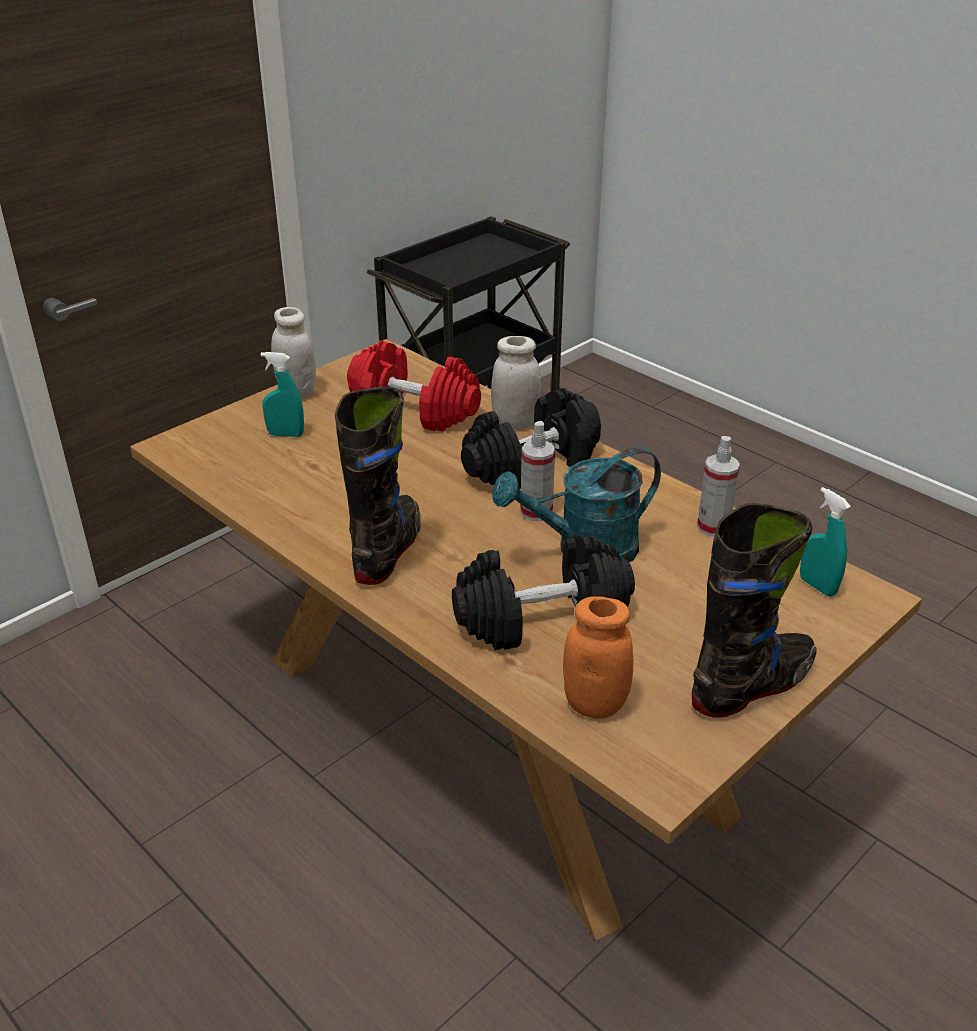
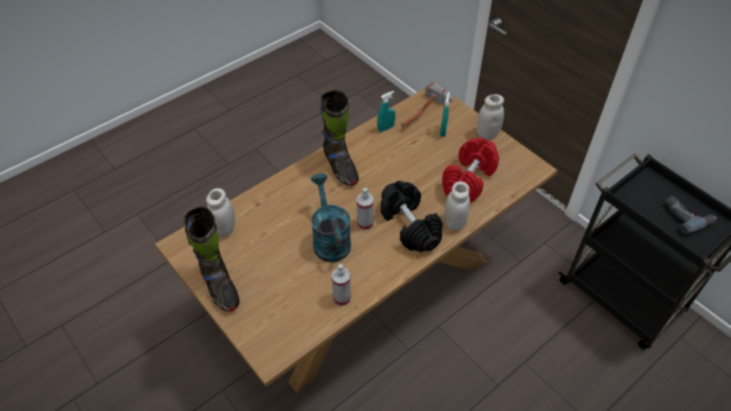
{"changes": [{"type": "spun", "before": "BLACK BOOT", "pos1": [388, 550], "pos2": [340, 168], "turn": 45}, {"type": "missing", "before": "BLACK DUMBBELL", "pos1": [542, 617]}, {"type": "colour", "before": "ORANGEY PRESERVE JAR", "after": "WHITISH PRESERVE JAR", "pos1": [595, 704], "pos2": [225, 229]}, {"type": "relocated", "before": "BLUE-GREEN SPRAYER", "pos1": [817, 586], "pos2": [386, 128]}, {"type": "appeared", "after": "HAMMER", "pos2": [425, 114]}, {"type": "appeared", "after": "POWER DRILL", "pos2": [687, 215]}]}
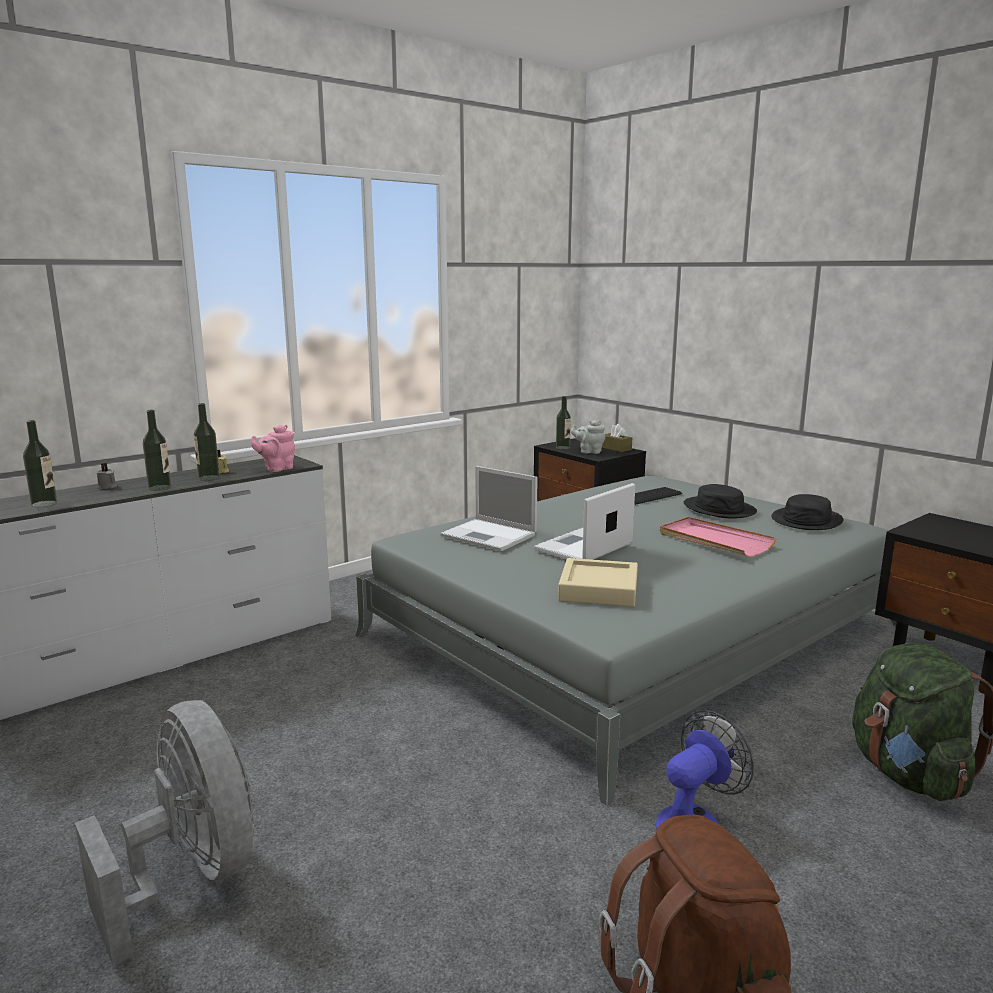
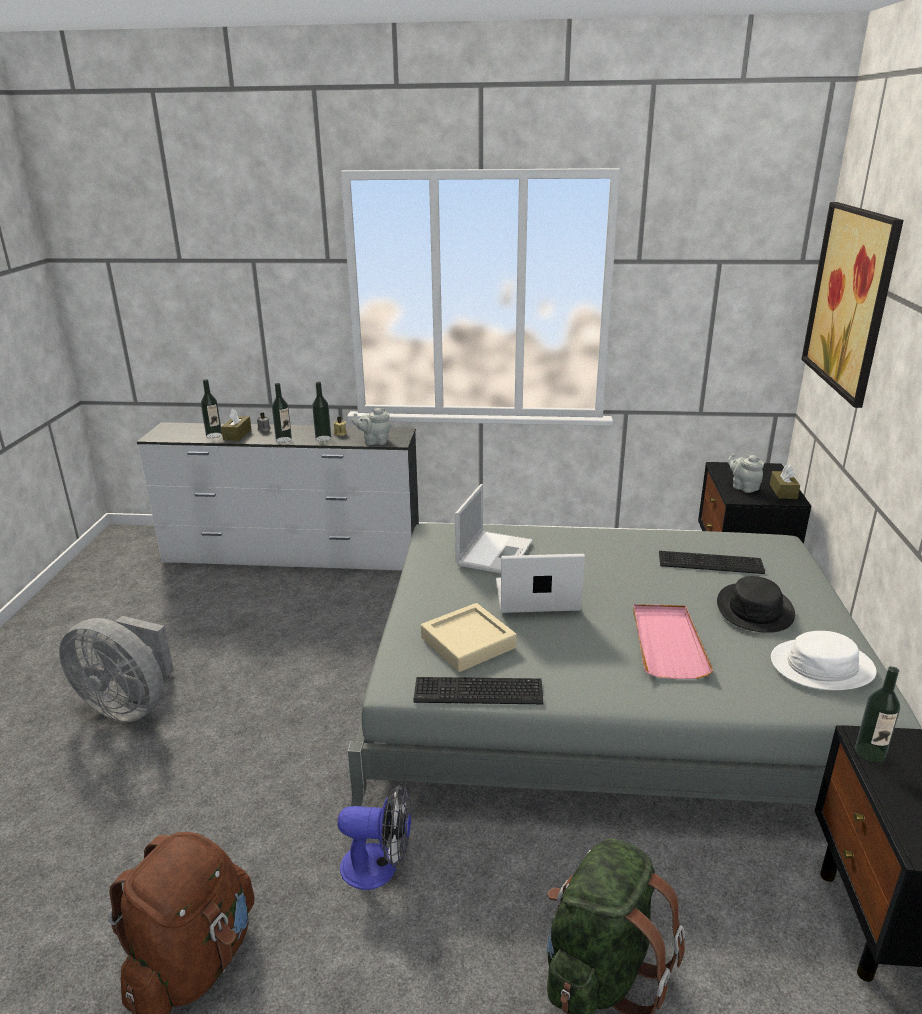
{"changes": [{"type": "spun", "before": "GREYISH FAN", "pos1": [191, 875], "pos2": [129, 705], "turn": 105}, {"type": "colour", "before": "PINK-COLOURED POT FOR TEA", "after": "GREYISH POT FOR TEA", "pos1": [277, 469], "pos2": [374, 442]}, {"type": "spun", "before": "LAPTOP", "pos1": [490, 536], "pos2": [495, 552], "turn": -150}, {"type": "relocated", "before": "BOTTLE", "pos1": [562, 447], "pos2": [870, 753]}, {"type": "colour", "before": "BLACK HAT", "after": "WHITISH HAT", "pos1": [806, 520], "pos2": [821, 666]}, {"type": "appeared", "after": "BROWNISH BOX OF TISSUES", "pos2": [237, 434]}, {"type": "appeared", "after": "PC KEYBOARD", "pos2": [480, 692]}, {"type": "appeared", "after": "WALL ART", "pos2": [850, 299]}]}
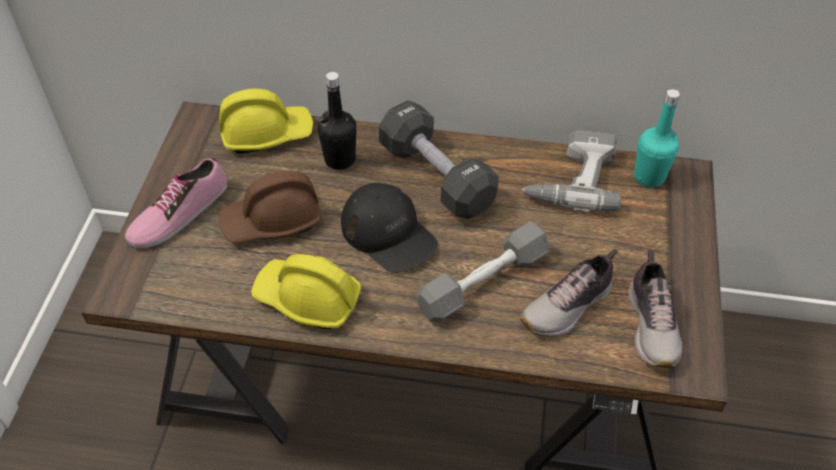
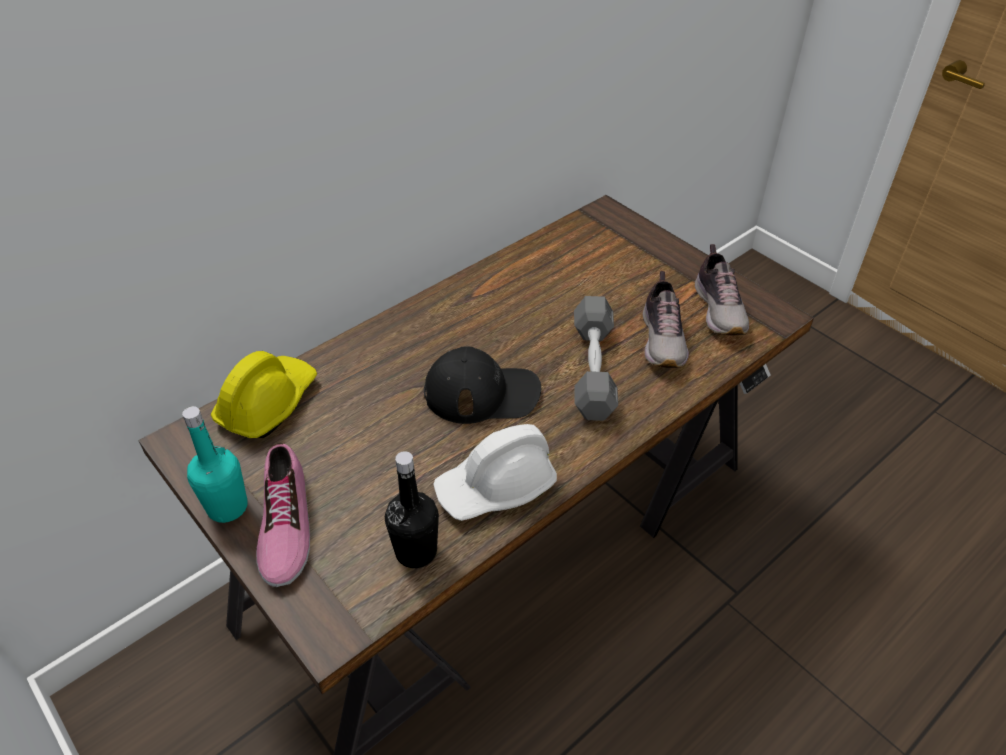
{"changes": [{"type": "missing", "before": "BROWNISH HARD HAT", "pos1": [272, 221]}, {"type": "colour", "before": "YELLOWISH HARD HAT", "after": "WHITISH HARD HAT", "pos1": [307, 299], "pos2": [496, 487]}, {"type": "relocated", "before": "BLACK BOTTLE", "pos1": [340, 159], "pos2": [416, 551]}, {"type": "missing", "before": "BLACK DUMBBELL", "pos1": [436, 176]}, {"type": "missing", "before": "POWER DRILL", "pos1": [571, 179]}, {"type": "spun", "before": "SHOE", "pos1": [653, 325], "pos2": [720, 309], "turn": 45}, {"type": "relocated", "before": "BLUE-GREEN BOTTLE", "pos1": [649, 176], "pos2": [227, 507]}]}
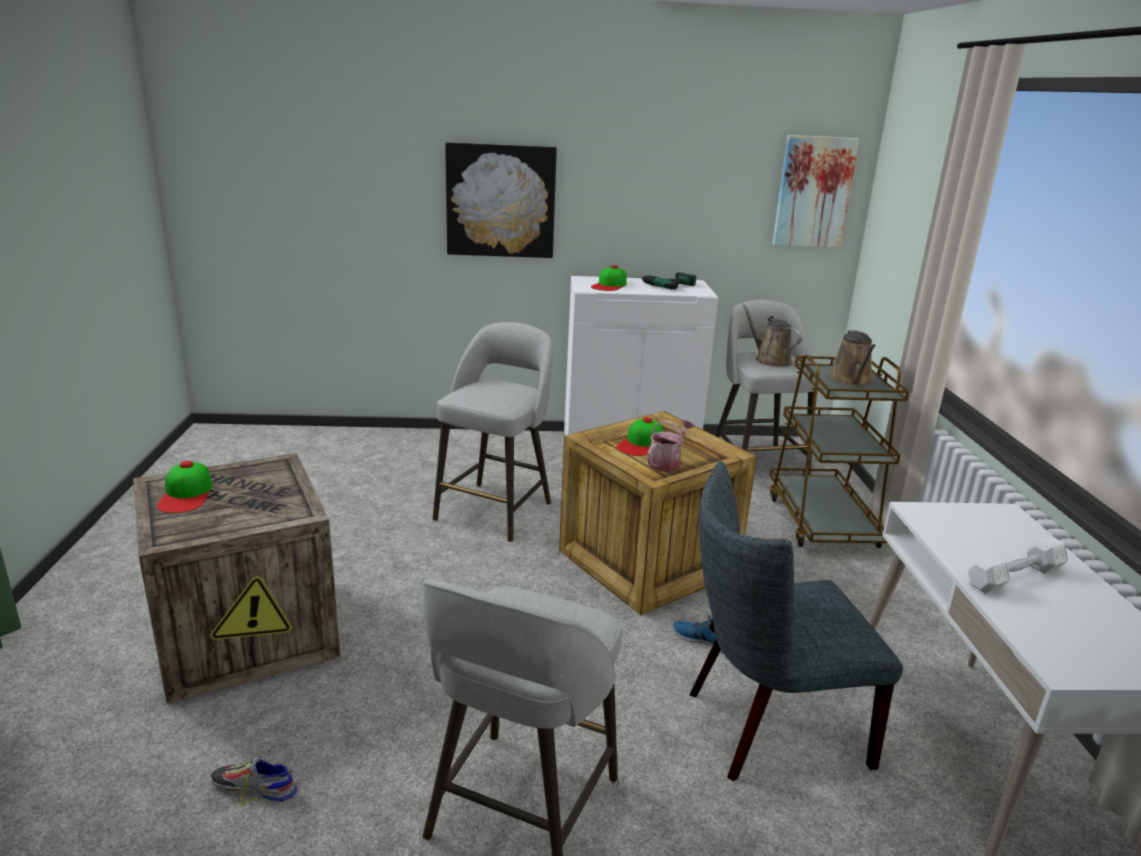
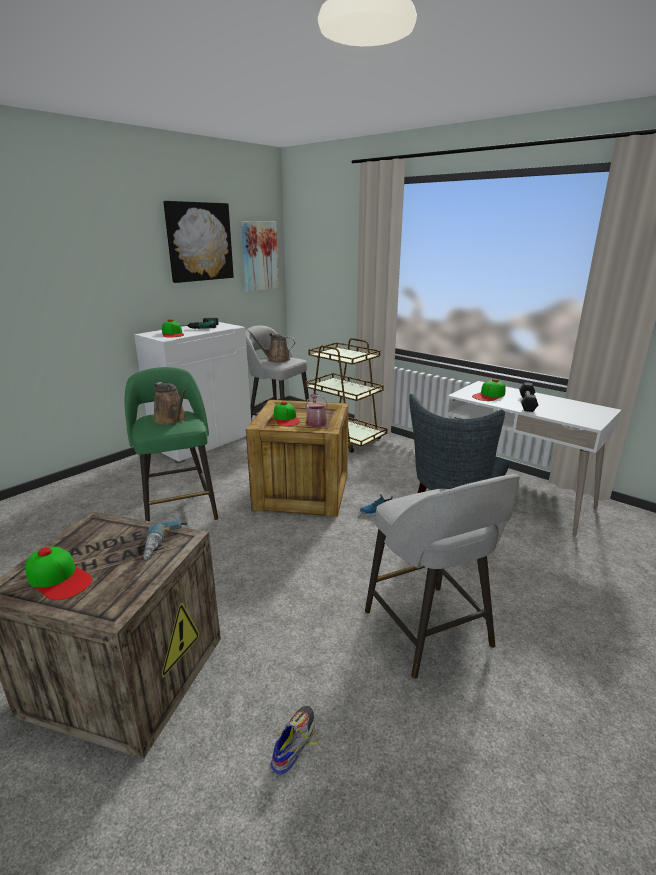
{"changes": [{"type": "spun", "before": "SHOE", "pos1": [254, 787], "pos2": [294, 741], "turn": 150}, {"type": "colour", "before": "GREYISH STOOL", "after": "GREEN-COLOURED STOOL", "pos1": [495, 509], "pos2": [179, 508]}, {"type": "relocated", "before": "WALL ART", "pos1": [500, 201], "pos2": [199, 242]}, {"type": "relocated", "before": "BROWNISH WATERING POT", "pos1": [851, 380], "pos2": [171, 420]}, {"type": "colour", "before": "WHITISH DUMBBELL", "after": "BLACK DUMBBELL", "pos1": [1014, 577], "pos2": [527, 403]}, {"type": "appeared", "after": "POWER DRILL", "pos2": [165, 545]}, {"type": "appeared", "after": "BASEBALL CAP", "pos2": [489, 395]}]}
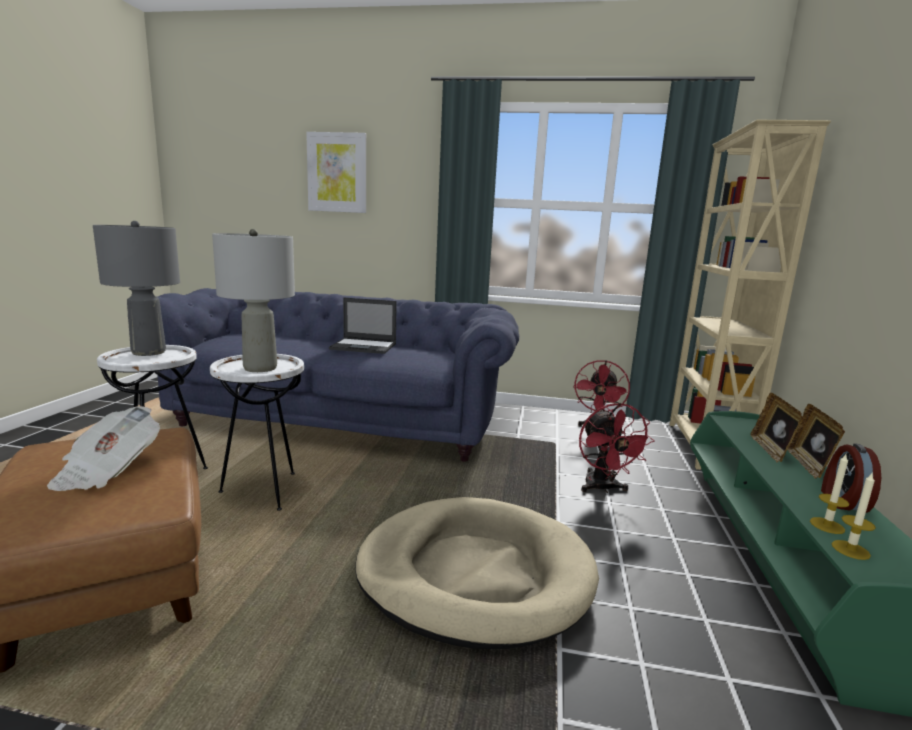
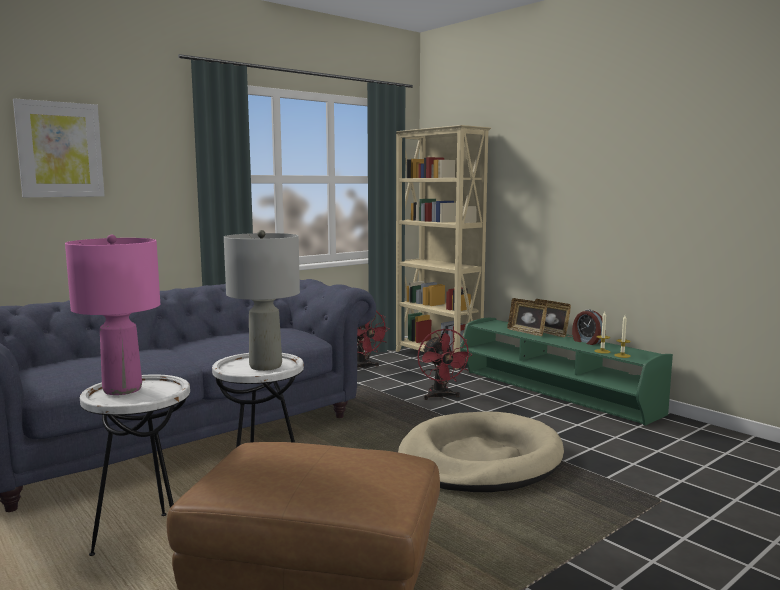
{"changes": [{"type": "missing", "before": "DAILY PAPER", "pos1": [107, 472]}, {"type": "colour", "before": "GREYISH TABLETOP LAMP", "after": "PINK-COLOURED TABLETOP LAMP", "pos1": [148, 352], "pos2": [122, 390]}, {"type": "missing", "before": "LAPTOP", "pos1": [364, 346]}, {"type": "spun", "before": "RED FAN", "pos1": [603, 488], "pos2": [441, 397], "turn": 45}]}
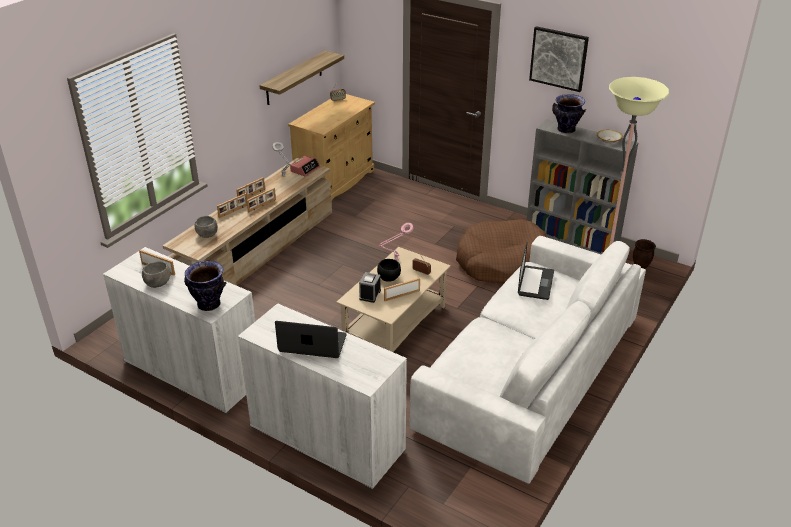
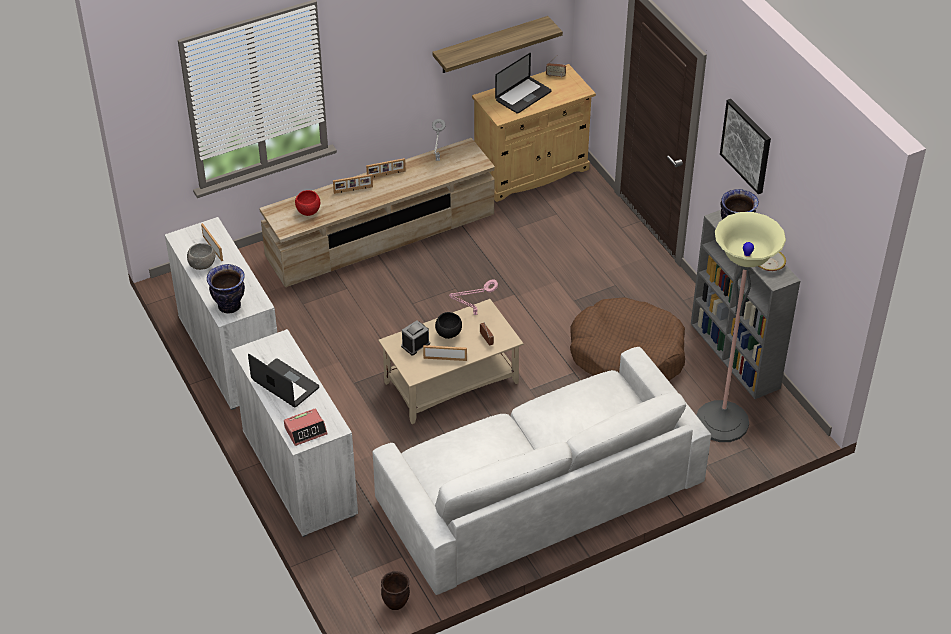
{"changes": [{"type": "colour", "before": "GREYISH SERVING BOWL", "after": "RED SERVING BOWL", "pos1": [207, 235], "pos2": [308, 211]}, {"type": "missing", "before": "STANDING FRAME", "pos1": [262, 206]}, {"type": "relocated", "before": "ALARM CLOCK", "pos1": [305, 169], "pos2": [306, 430]}, {"type": "relocated", "before": "LAPTOP", "pos1": [535, 283], "pos2": [523, 96]}, {"type": "relocated", "before": "BROWNISH PLANT POT", "pos1": [641, 266], "pos2": [396, 604]}]}
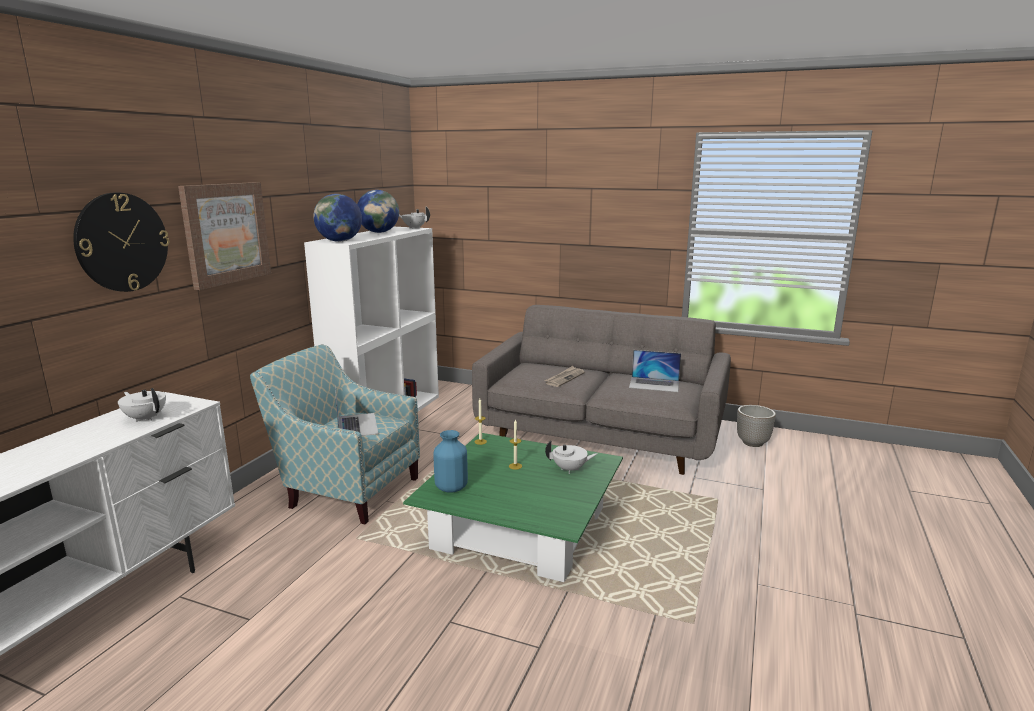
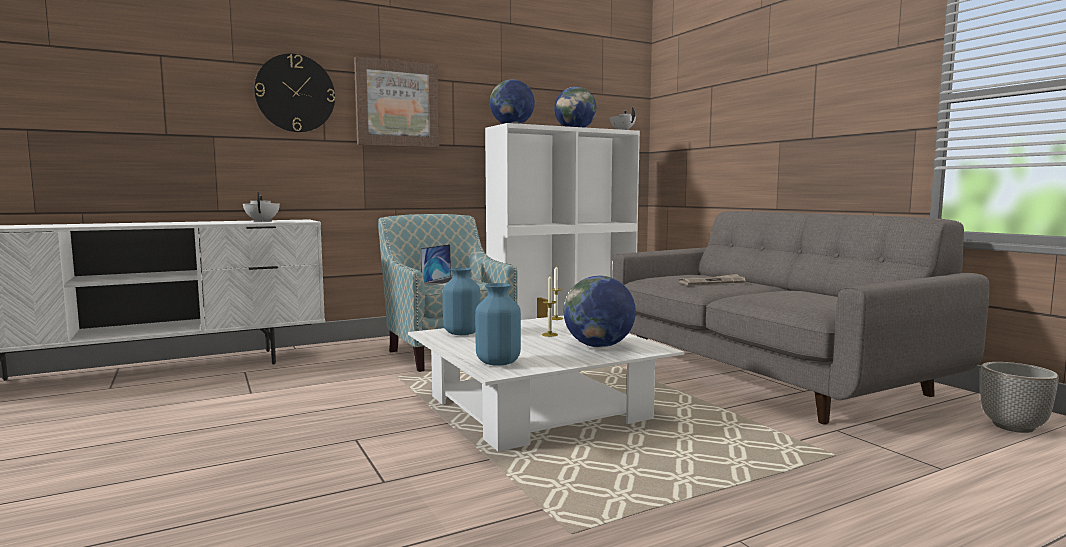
{"changes": [{"type": "colour", "before": "GREEN-COLOURED LOW TABLE", "after": "WHITISH LOW TABLE", "pos1": [521, 527], "pos2": [538, 408]}, {"type": "exchanged", "before": "WHITISH POT FOR TEA", "after": "WORLD GLOBE", "pos1": [570, 469], "pos2": [598, 346]}, {"type": "missing", "before": "LAPTOP", "pos1": [654, 384]}, {"type": "appeared", "after": "BLUE-COLOURED DECORATIVE VASE", "pos2": [497, 362]}]}
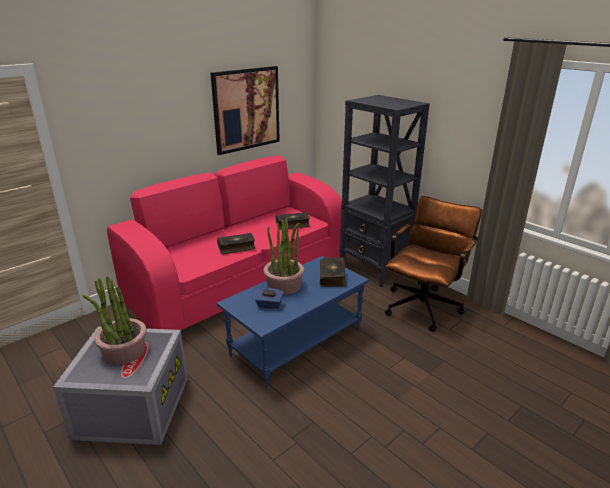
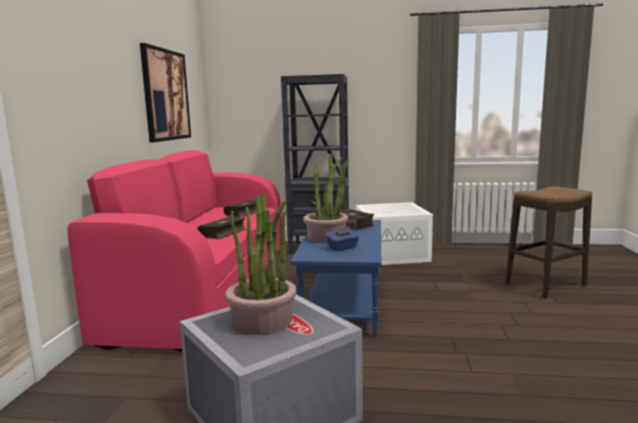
{"changes": [{"type": "exchanged", "before": "BROWNISH OFFICE CHAIR", "after": "WHITISH STORAGE CONTAINER", "pos1": [424, 304], "pos2": [392, 253]}, {"type": "appeared", "after": "STOOL", "pos2": [545, 285]}]}
